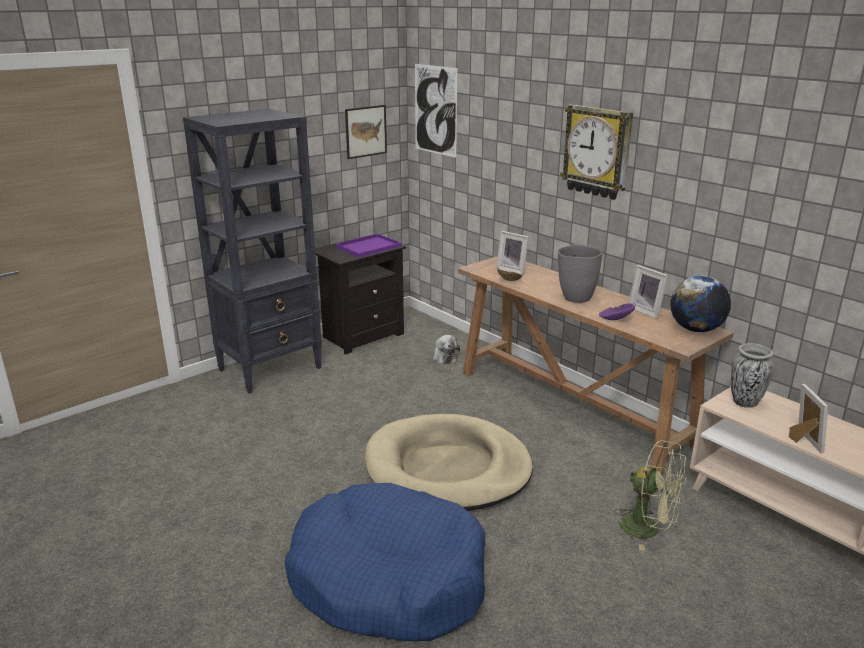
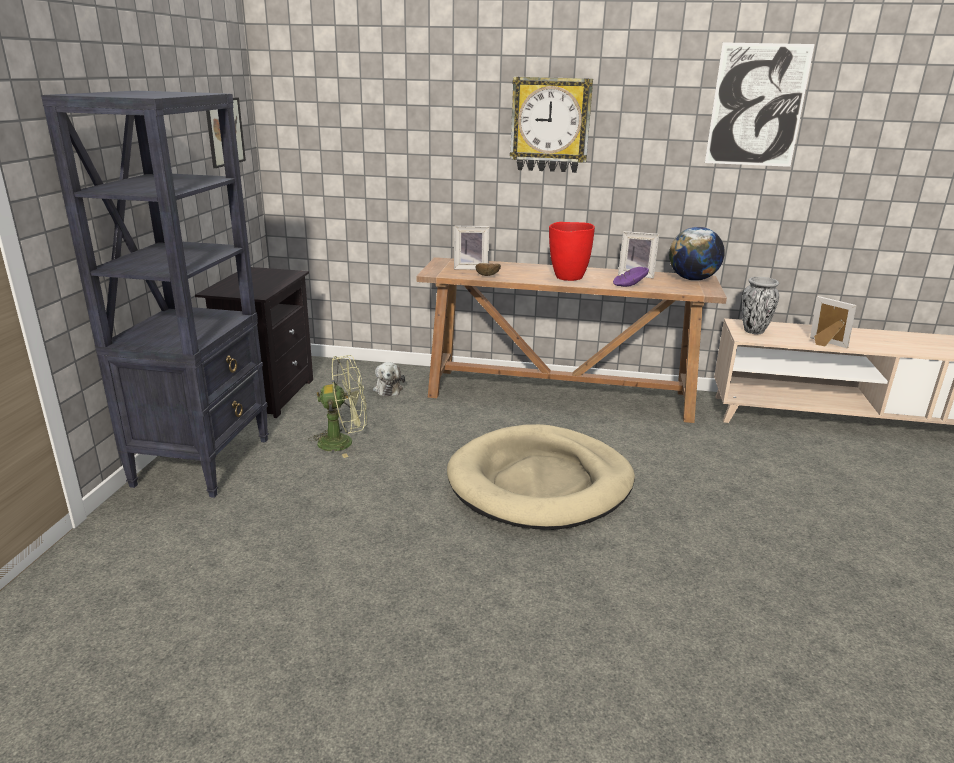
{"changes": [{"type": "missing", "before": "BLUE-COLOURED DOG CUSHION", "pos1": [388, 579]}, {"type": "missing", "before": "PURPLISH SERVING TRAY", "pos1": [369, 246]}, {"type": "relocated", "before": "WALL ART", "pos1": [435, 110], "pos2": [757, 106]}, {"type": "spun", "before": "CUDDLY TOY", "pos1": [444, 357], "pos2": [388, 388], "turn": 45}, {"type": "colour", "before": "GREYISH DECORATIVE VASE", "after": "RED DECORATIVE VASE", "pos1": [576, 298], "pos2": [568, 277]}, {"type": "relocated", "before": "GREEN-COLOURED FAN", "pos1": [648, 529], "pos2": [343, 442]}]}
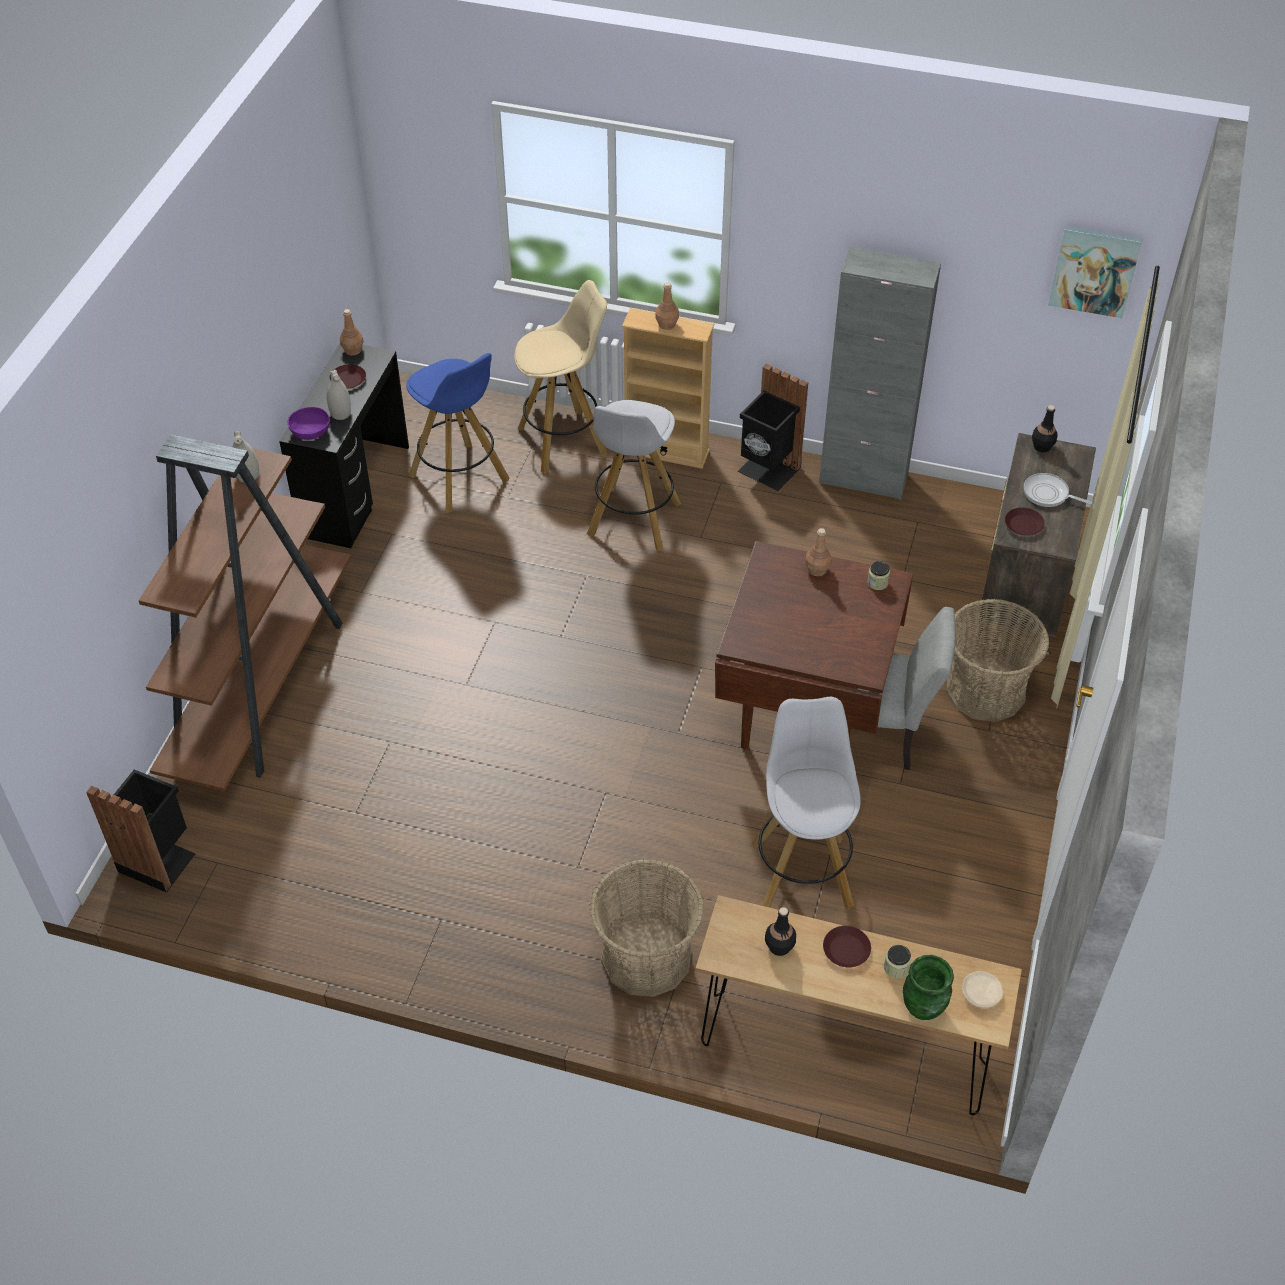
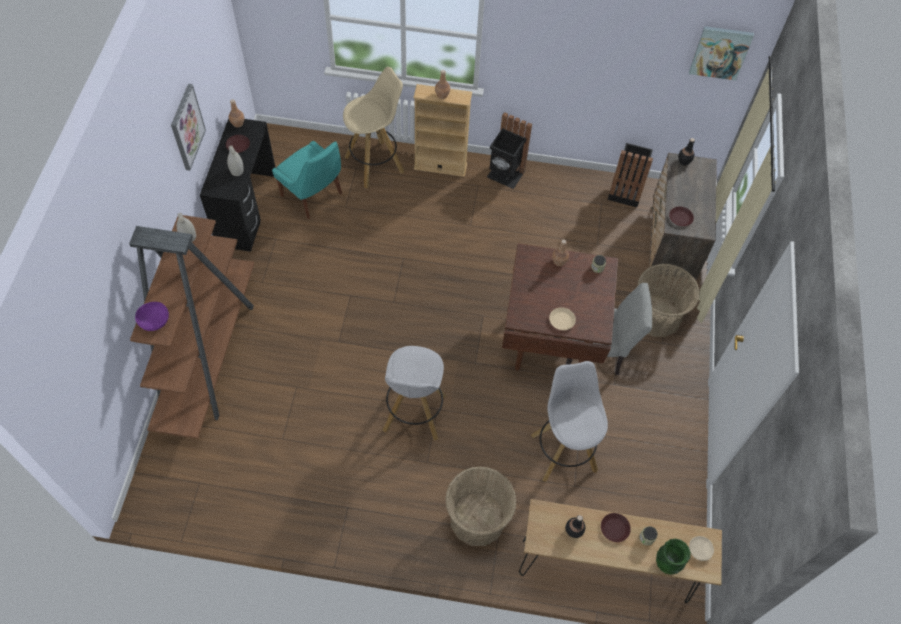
{"changes": [{"type": "relocated", "before": "BLACK TRASH CAN", "pos1": [158, 859], "pos2": [625, 192]}, {"type": "relocated", "before": "PURPLISH SERVING BOWL", "pos1": [311, 432], "pos2": [155, 321]}, {"type": "exchanged", "before": "BLUE-COLOURED STOOL", "after": "BLUE-GREEN PLAIN CHAIR", "pos1": [460, 479], "pos2": [313, 196]}, {"type": "relocated", "before": "WHITISH STOOL", "pos1": [633, 521], "pos2": [414, 414]}, {"type": "missing", "before": "GREYISH STORAGE CABINET", "pos1": [863, 479]}, {"type": "missing", "before": "SKILLET", "pos1": [1048, 494]}, {"type": "appeared", "after": "WALL ART", "pos2": [186, 127]}, {"type": "appeared", "after": "BEIGE-COLOURED FLAT DISH", "pos2": [562, 320]}]}
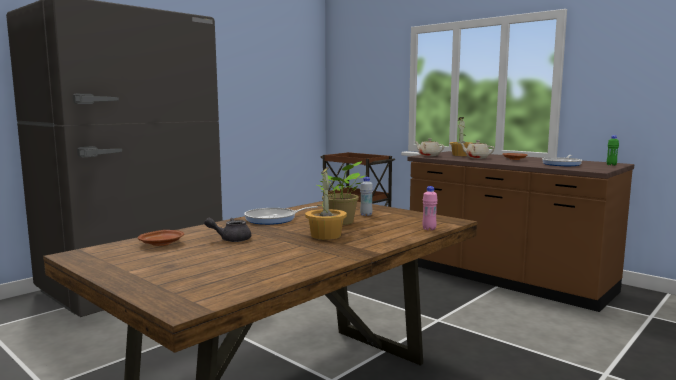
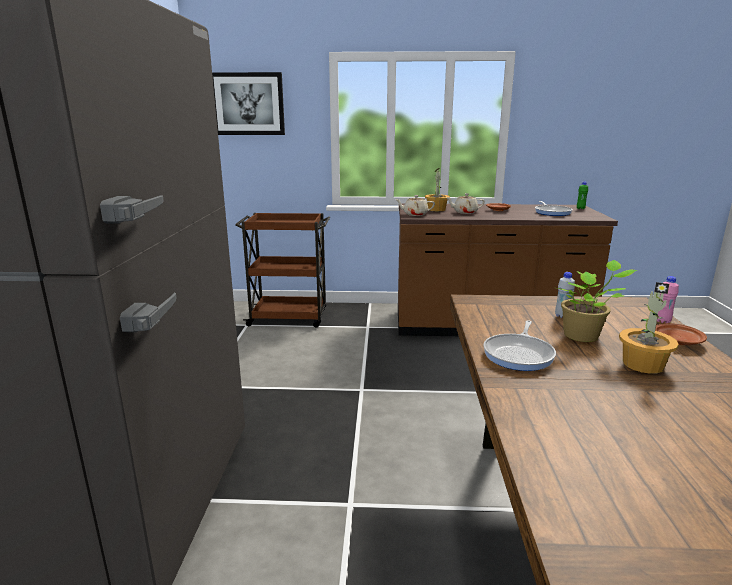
{"changes": [{"type": "relocated", "before": "BROWNISH FLAT DISH", "pos1": [162, 244], "pos2": [677, 341]}, {"type": "missing", "before": "GREYISH POT FOR TEA", "pos1": [231, 239]}, {"type": "appeared", "after": "WALL ART", "pos2": [248, 104]}]}
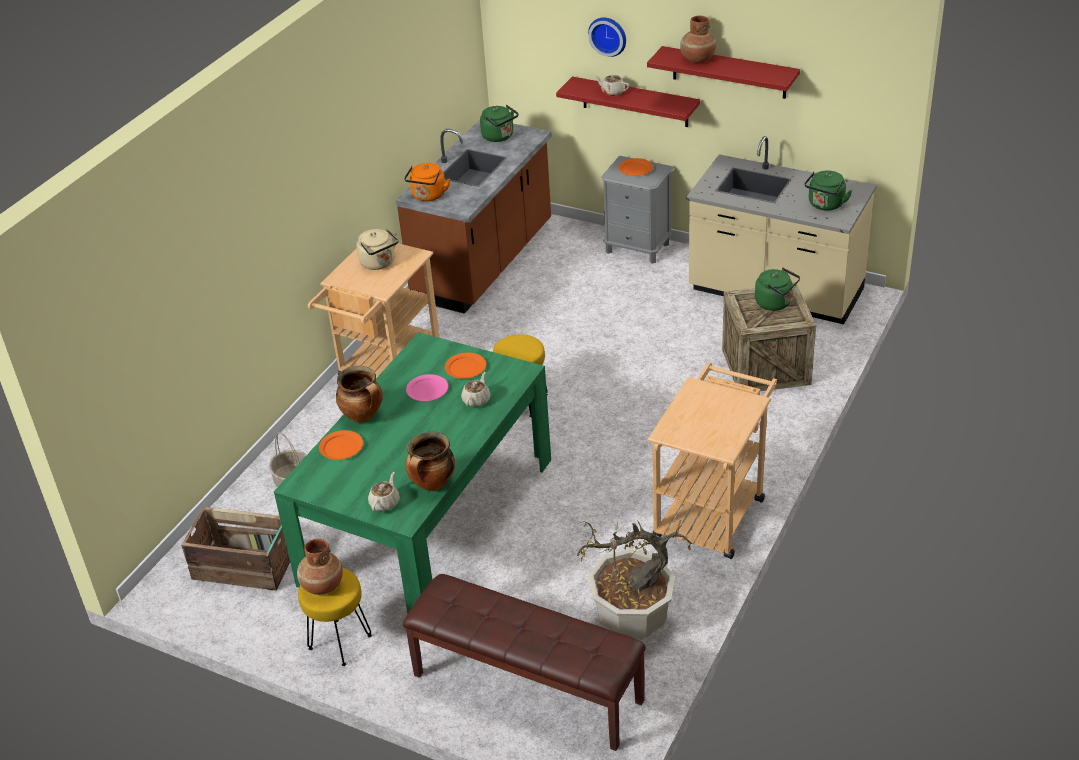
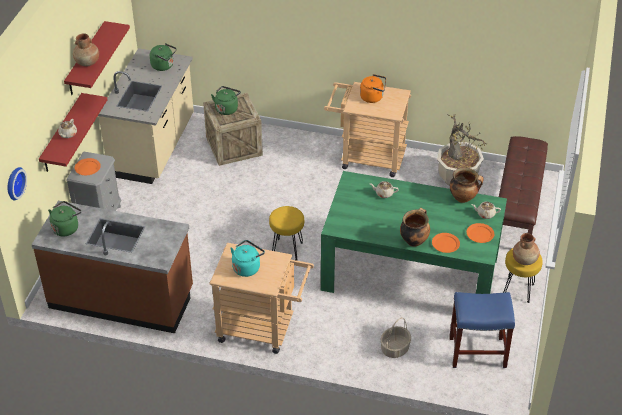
{"changes": [{"type": "exchanged", "before": "CRATE", "after": "BLUE-COLOURED STOOL", "pos1": [245, 566], "pos2": [478, 352]}, {"type": "colour", "before": "BEIGE-COLOURED KETTLE", "after": "BLUE-GREEN KETTLE", "pos1": [379, 263], "pos2": [247, 267]}, {"type": "relocated", "before": "ORANGEY KETTLE", "pos1": [428, 196], "pos2": [373, 97]}, {"type": "missing", "before": "PINK-COLOURED FLAT DISH", "pos1": [427, 390]}, {"type": "relocated", "before": "ORANGEY FLAT DISH", "pos1": [465, 368], "pos2": [480, 234]}, {"type": "relocated", "before": "CLOCK ON THE WALL", "pos1": [608, 35], "pos2": [14, 183]}]}
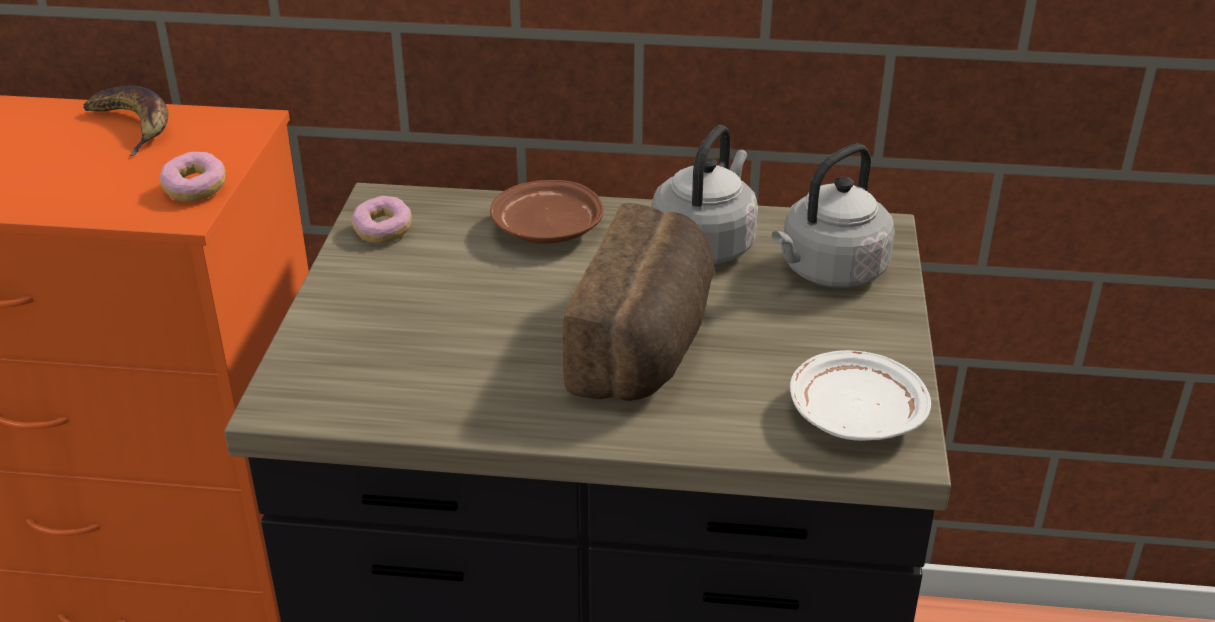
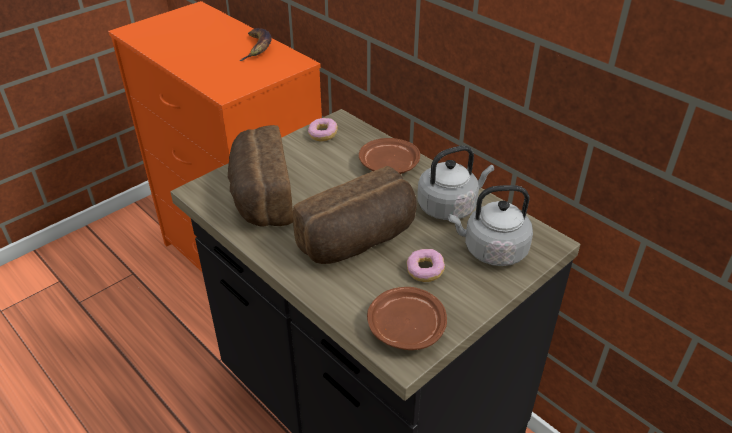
{"changes": [{"type": "relocated", "before": "DONUT", "pos1": [195, 189], "pos2": [425, 271]}, {"type": "colour", "before": "WHITISH FLAT DISH", "after": "BROWNISH FLAT DISH", "pos1": [854, 415], "pos2": [406, 327]}, {"type": "appeared", "after": "BAKERY BREAD", "pos2": [260, 196]}]}
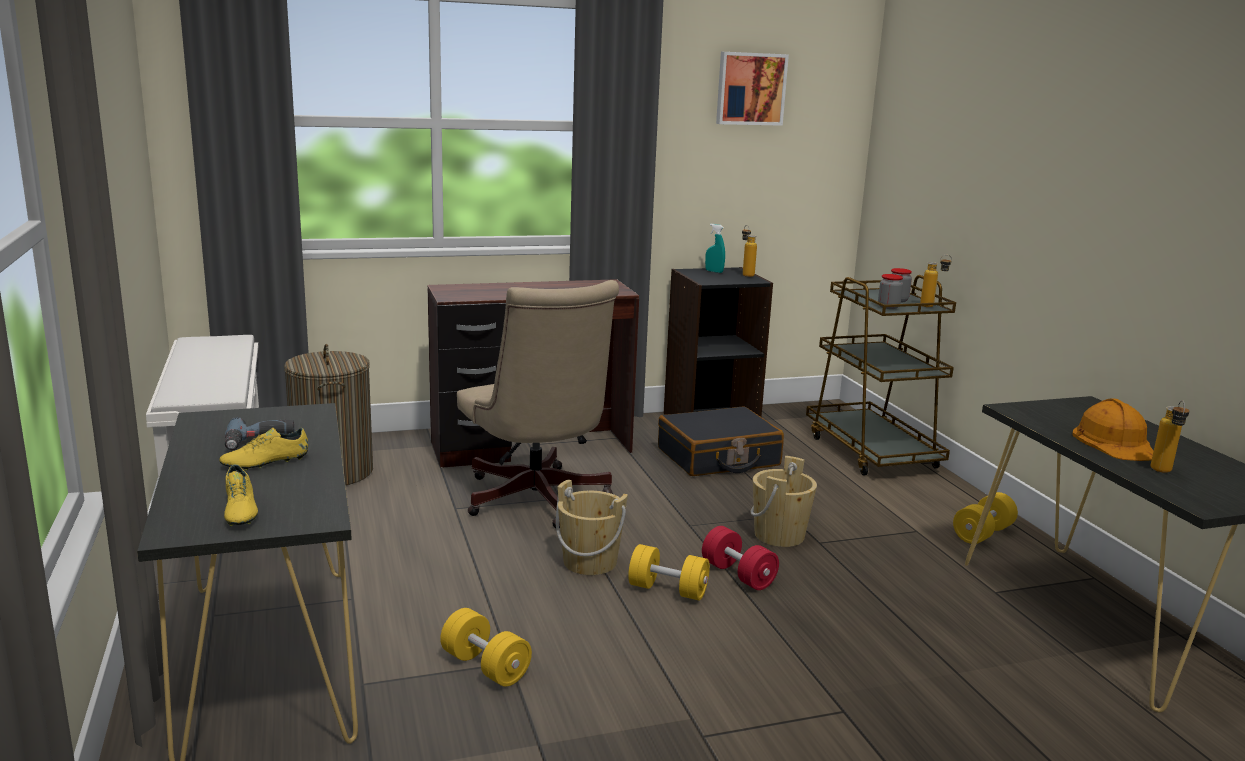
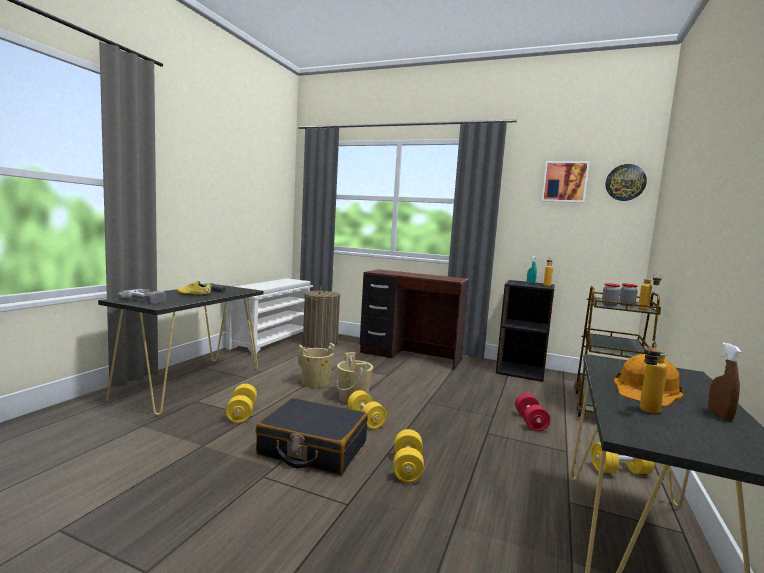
{"changes": [{"type": "exchanged", "before": "YELLOWISH SHOE", "after": "POWER DRILL", "pos1": [239, 511], "pos2": [147, 300]}, {"type": "missing", "before": "BEIGE-COLOURED OFFICE CHAIR", "pos1": [537, 502]}, {"type": "relocated", "before": "BLACK SUITCASE", "pos1": [718, 458], "pos2": [312, 449]}, {"type": "relocated", "before": "RED DUMBBELL", "pos1": [738, 575], "pos2": [530, 422]}, {"type": "relocated", "before": "BEIGE-COLOURED WATER BUCKET", "pos1": [779, 535], "pos2": [315, 382]}, {"type": "appeared", "after": "YELLOWISH DUMBBELL", "pos2": [407, 468]}, {"type": "appeared", "after": "CLOCK ON THE WALL", "pos2": [625, 182]}, {"type": "appeared", "after": "BROWNISH SPRAYER", "pos2": [720, 414]}]}
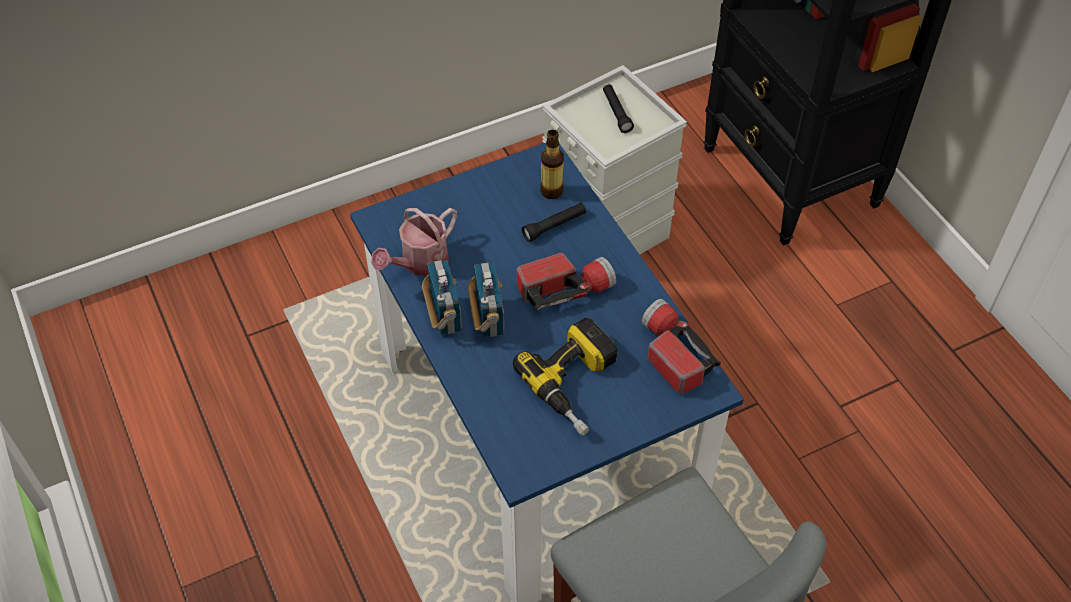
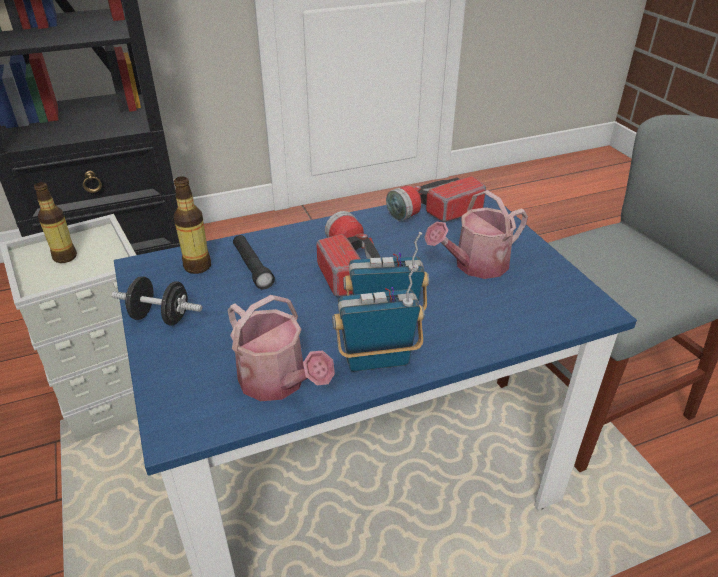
{"changes": [{"type": "exchanged", "before": "POWER DRILL", "after": "WATERING POT", "pos1": [578, 384], "pos2": [475, 266]}, {"type": "exchanged", "before": "BLACK TORCH", "after": "BOTTLE", "pos1": [616, 113], "pos2": [65, 257]}, {"type": "appeared", "after": "BLACK DUMBBELL", "pos2": [161, 317]}]}
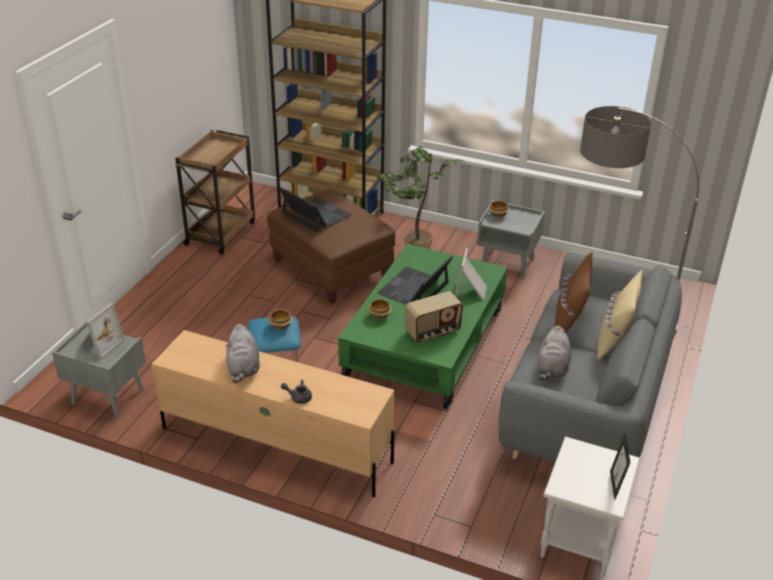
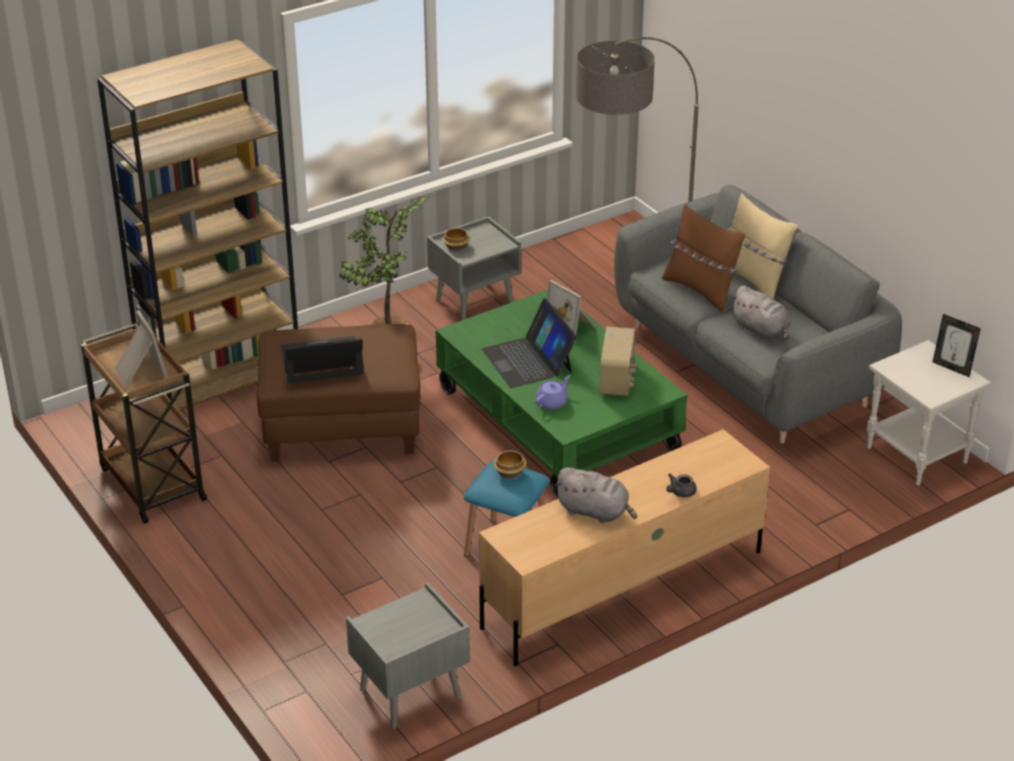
{"changes": [{"type": "relocated", "before": "STANDING FRAME", "pos1": [99, 345], "pos2": [139, 372]}, {"type": "exchanged", "before": "SERVING BOWL", "after": "PURPLISH POT FOR TEA", "pos1": [379, 315], "pos2": [552, 402]}]}
